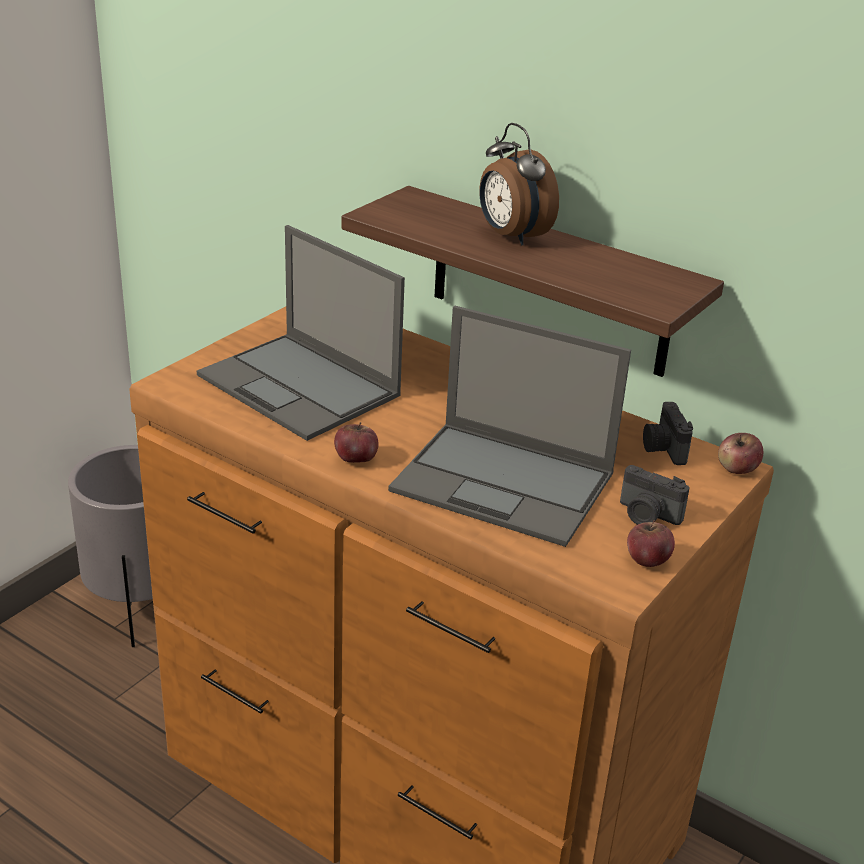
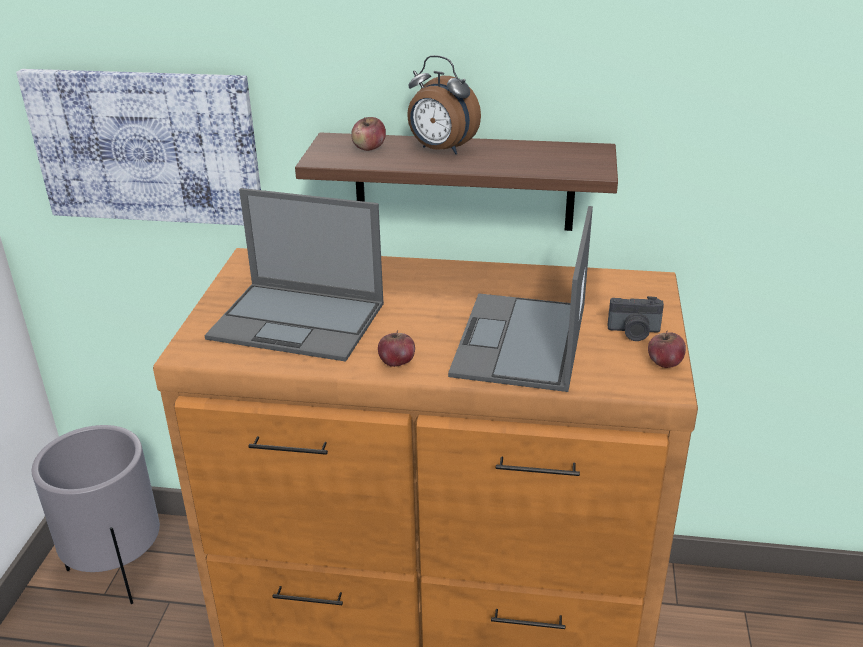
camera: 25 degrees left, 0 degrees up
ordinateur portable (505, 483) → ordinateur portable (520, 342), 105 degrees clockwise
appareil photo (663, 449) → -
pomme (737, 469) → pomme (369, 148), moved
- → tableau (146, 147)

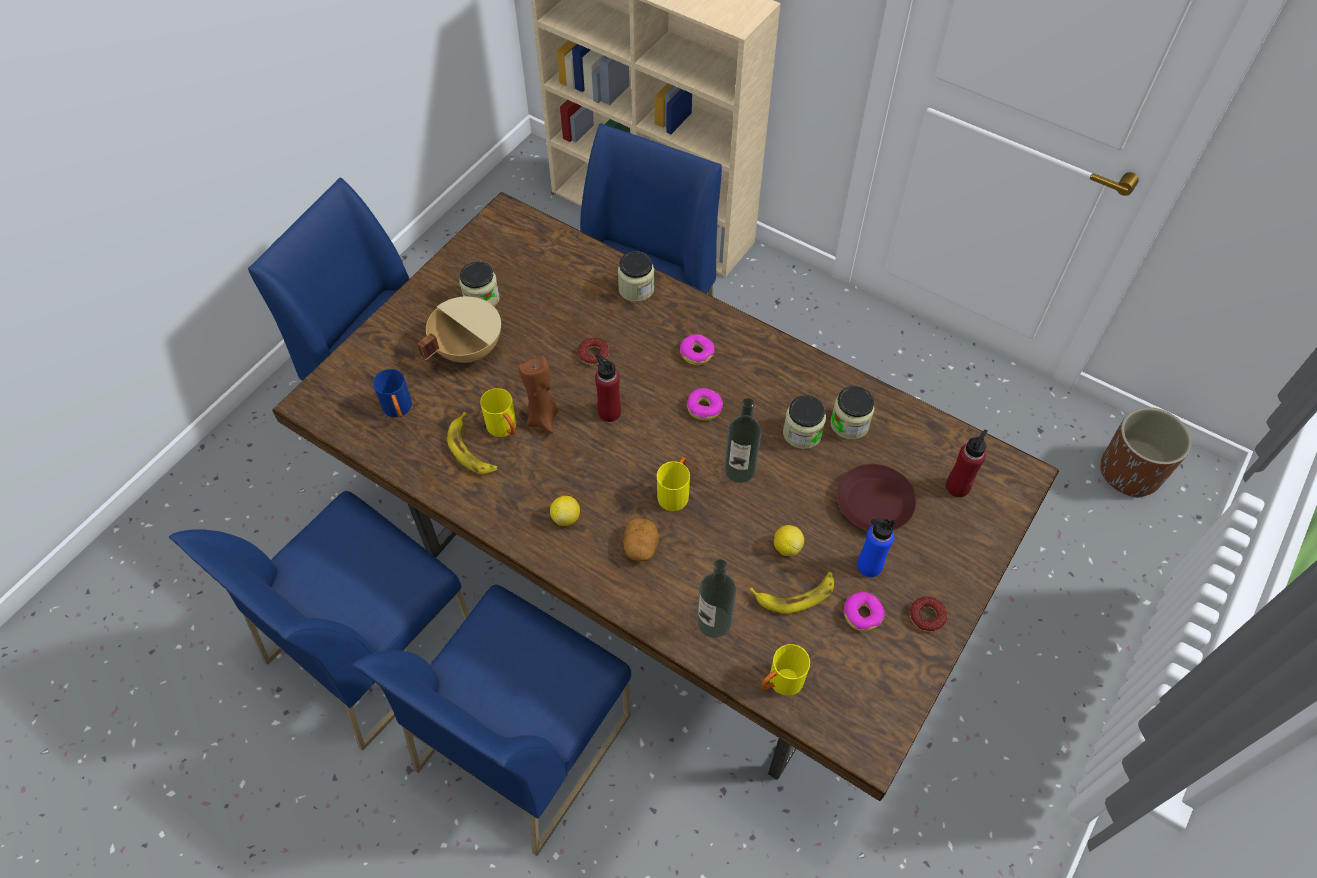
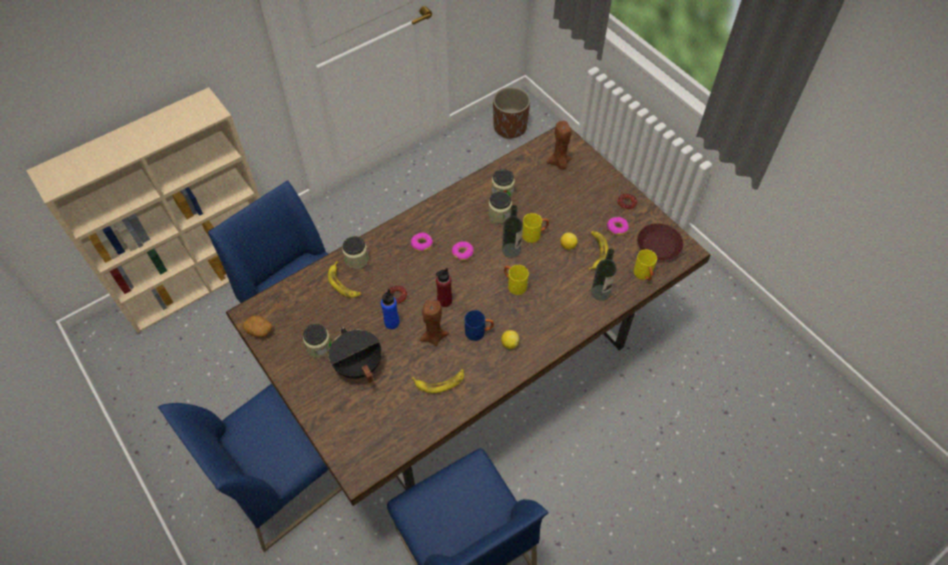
camera: 70 degrees left, 0 degrees up
chaise (bleu) (523, 739) → -
mug (bleu) (399, 410) → mug (bleu) (479, 332), moved
marmite (beige) (467, 348) → marmite (noir) (357, 365)
mug (jaune) (505, 429) → mug (jaune) (534, 235), moved
pomme de terre (641, 546) → pomme de terre (259, 330), moved
assiette (marron) (875, 502) → assiette (marron) (659, 244), moved
bouteille (bleu) (869, 565) → bouteille (bleu) (392, 322), moved
bouteille (rouge) (957, 487) → bougie (marron) (559, 163)
- → banane (343, 283)

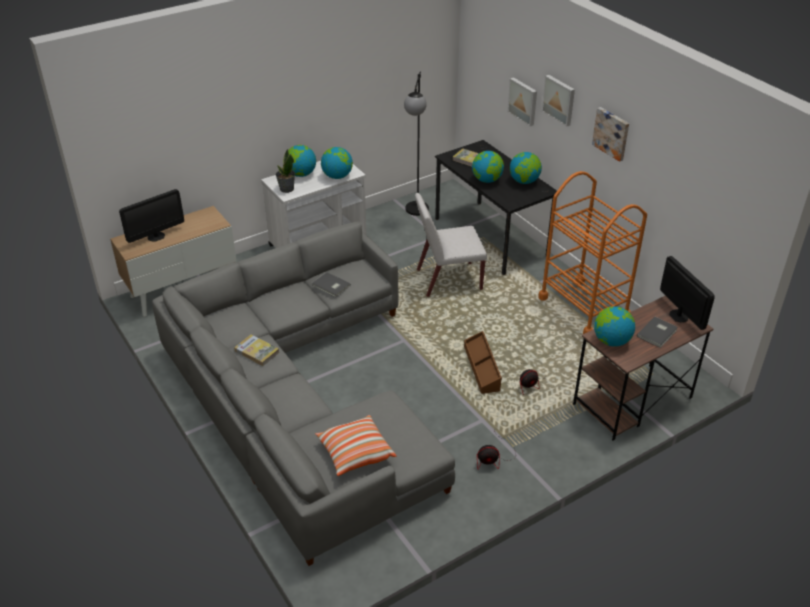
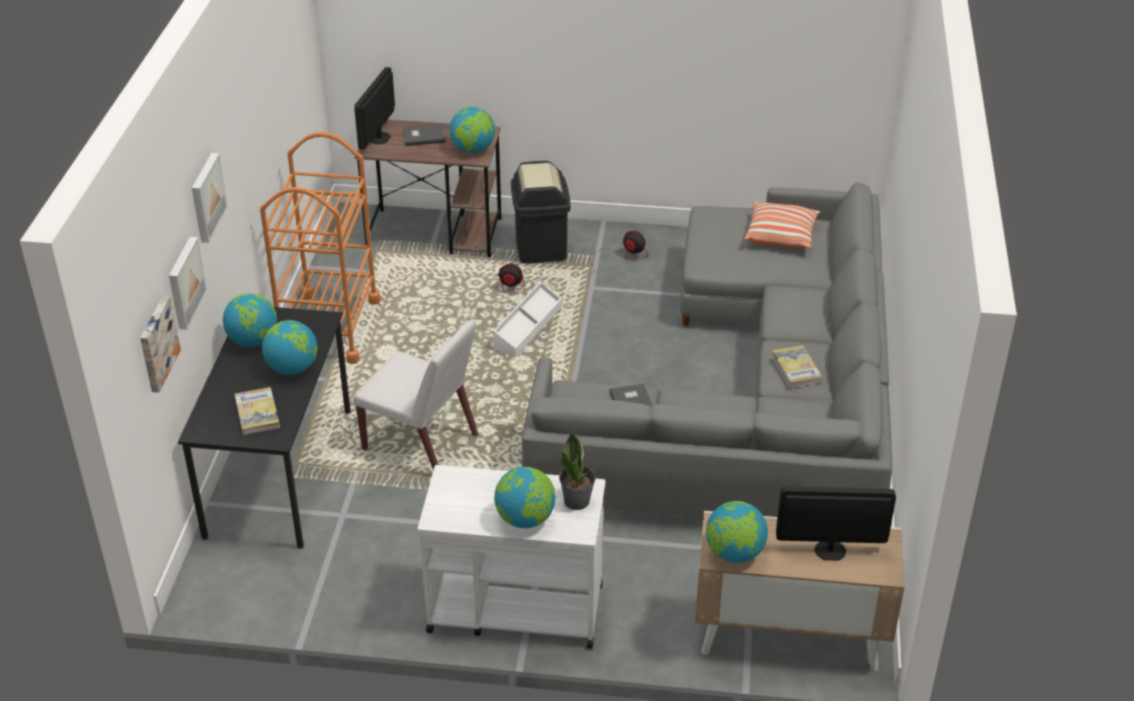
camera: 140 degrees left, 0 degrees up
globe (337, 176) → globe (734, 553), moved
lampadaire (noir) (416, 214) → -
boîte de rangement (marron) (482, 368) → boîte de rangement (blanc) (527, 328)
tableau (612, 133) → tableau (156, 343), moved
- → poubelle (noir) (540, 248)

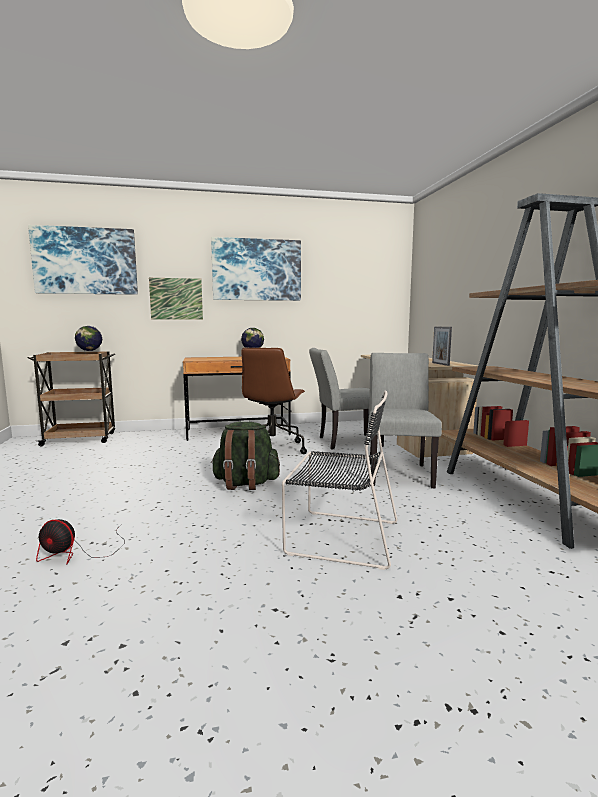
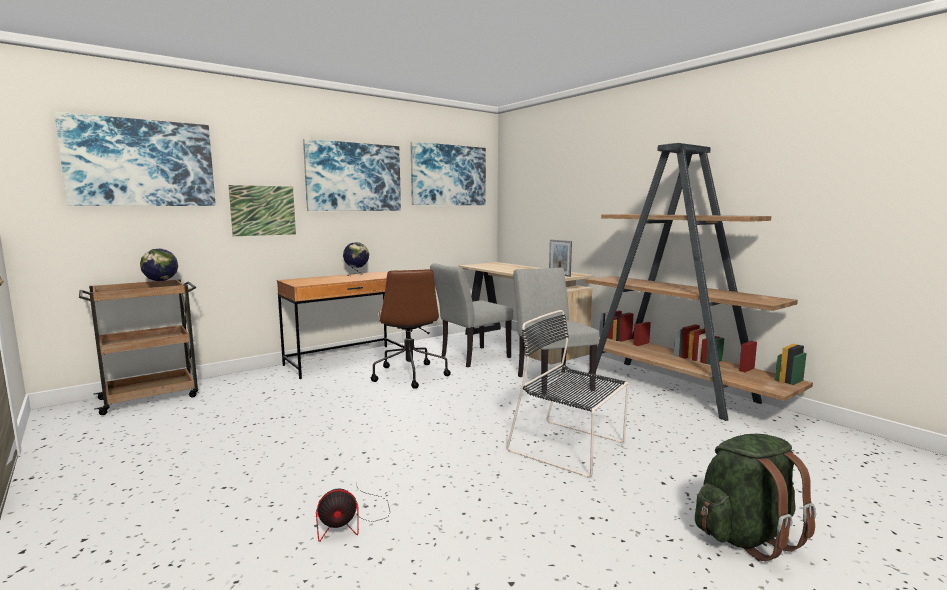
camera: 25 degrees left, 0 degrees up
sac à dos (vert) (245, 484) → sac à dos (vert) (745, 536), moved
chaise (noir) (339, 537) → chaise (noir) (570, 448), 135 degrees counterclockwise
- → tableau (448, 175)

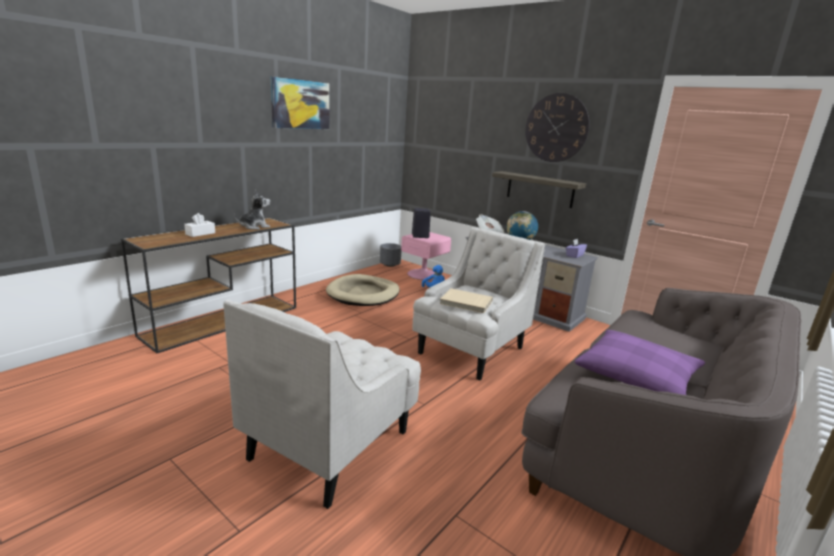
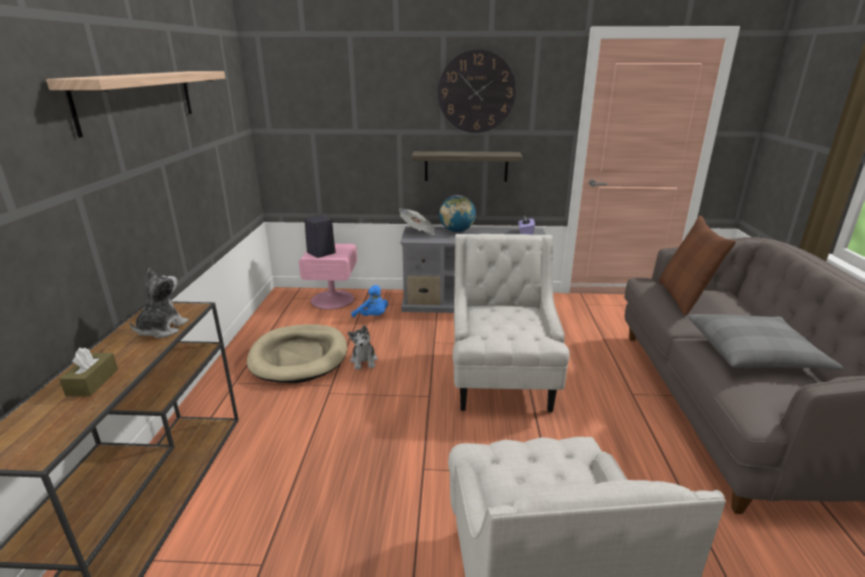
camera: 35 degrees left, 5 degrees up
boîte à mouchoirs (blanc) (200, 233) → boîte à mouchoirs (marron) (92, 382)
tableau (300, 104) → étagère (138, 99)
cache-pot (gris) (390, 265) → -
livre (beige) (466, 303) → -
coussin (violet) (637, 376) → coussin (gris) (754, 353)
- → peluche (364, 361)
- → coussin (marron) (683, 298)

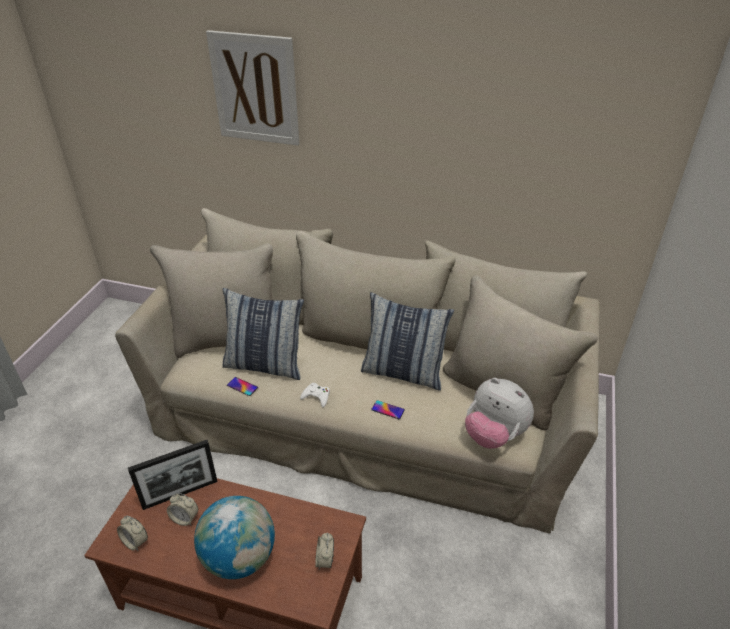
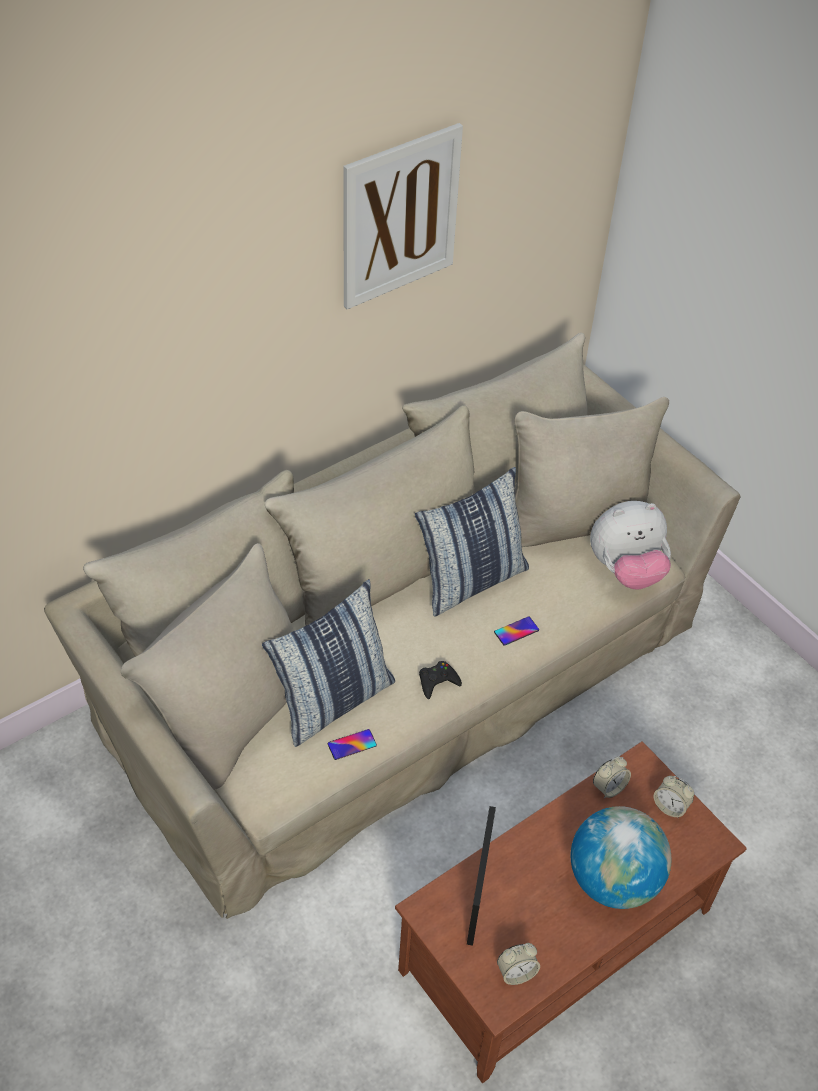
camera: 55 degrees left, 10 degrees up
réveil (185, 518) → réveil (609, 787), moved
tableau (255, 89) → tableau (399, 217), moved
manette (blanc) (316, 396) → manette (noir) (437, 682)

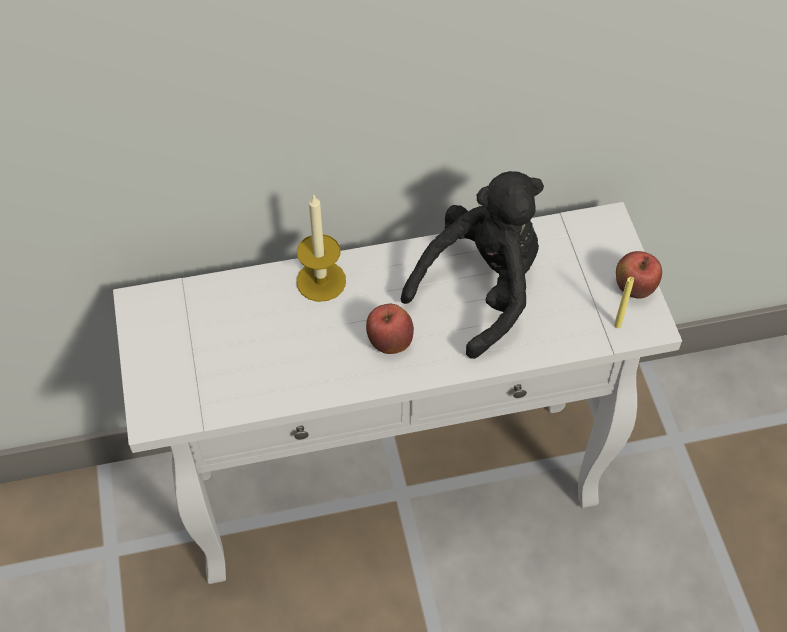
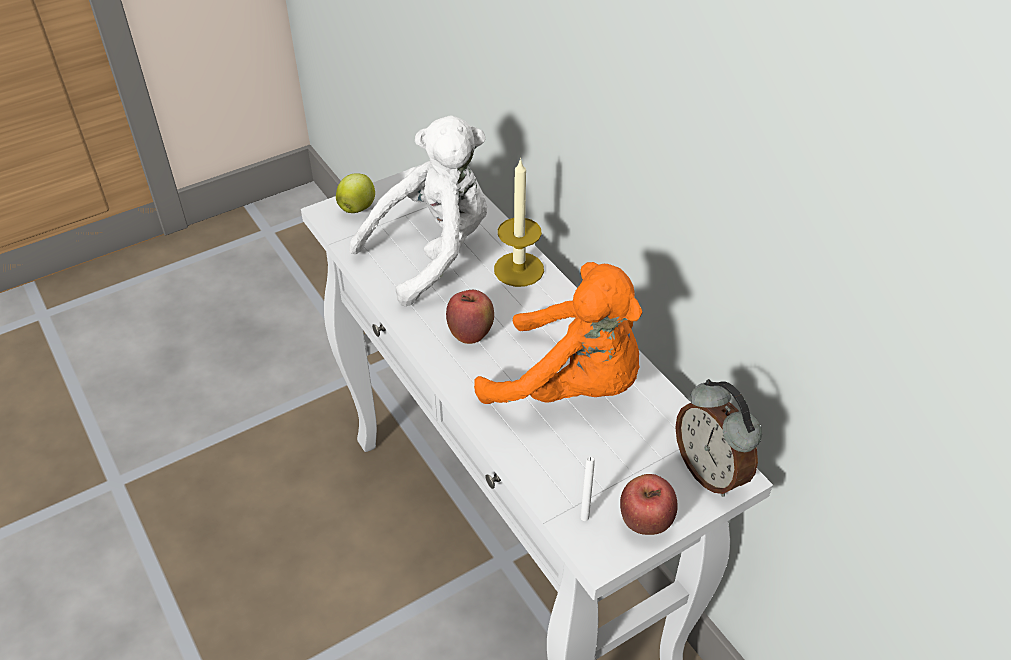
camera: 70 degrees right, 10 degrees down
peluche (noir) (481, 289) → peluche (orange) (571, 386)
bougie (jaune) (617, 325) → bougie (blanc) (584, 517)
- → pomme (357, 208)
- → peluche (blanc) (433, 252)
- → réveil (710, 471)

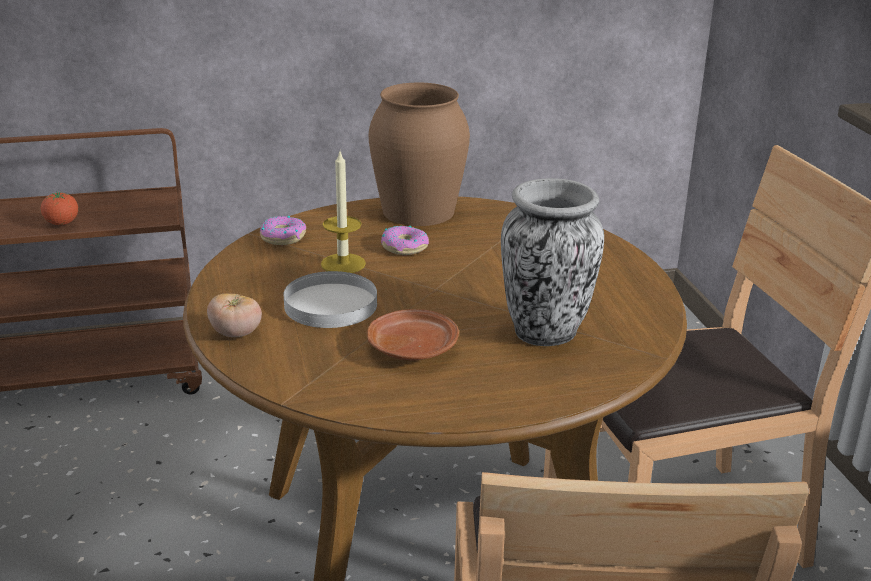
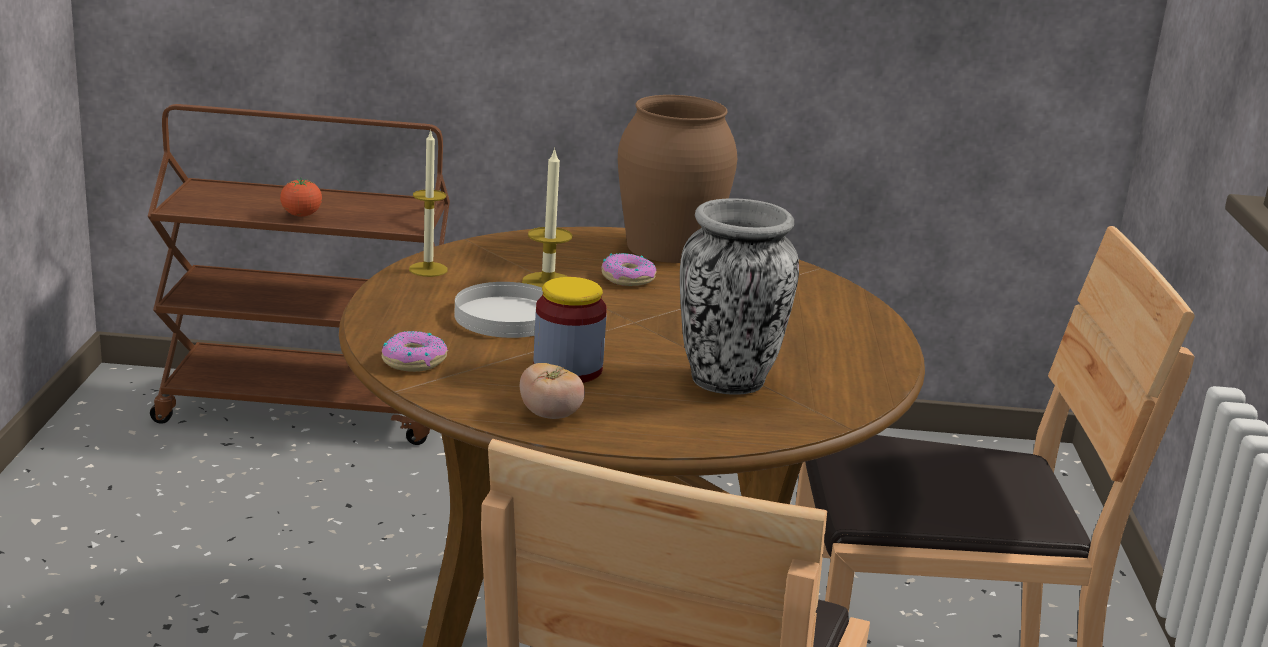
camera: 15 degrees right, 5 degrees down
tomate (236, 334) → tomate (550, 415), moved
beignet (283, 237) → beignet (413, 361), moved
assiette (marron) (412, 348) → bocal (567, 369)
- → bougie (428, 269)

